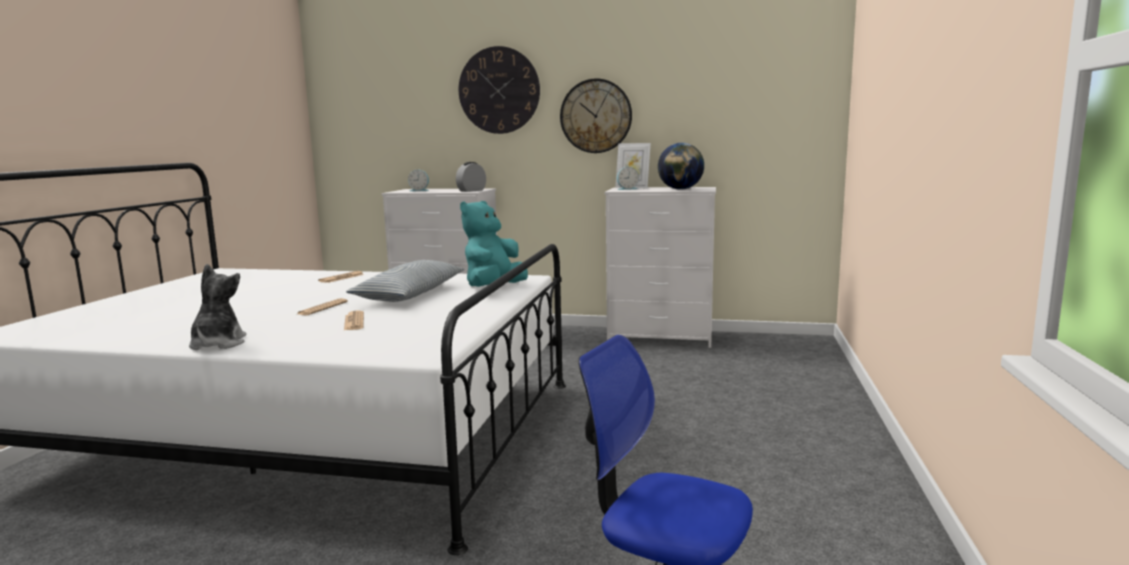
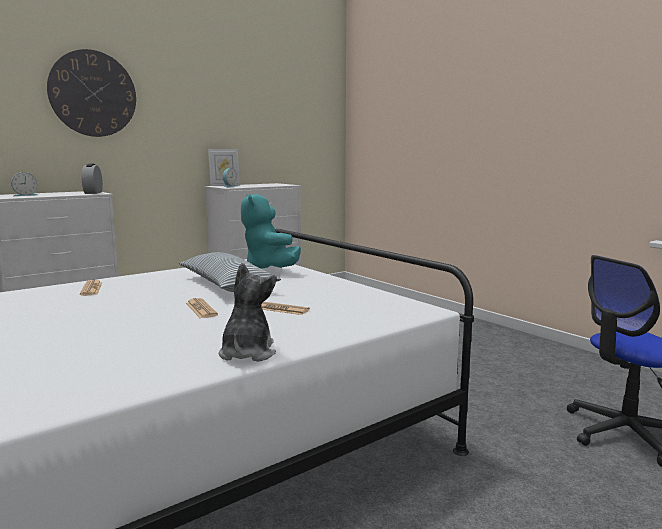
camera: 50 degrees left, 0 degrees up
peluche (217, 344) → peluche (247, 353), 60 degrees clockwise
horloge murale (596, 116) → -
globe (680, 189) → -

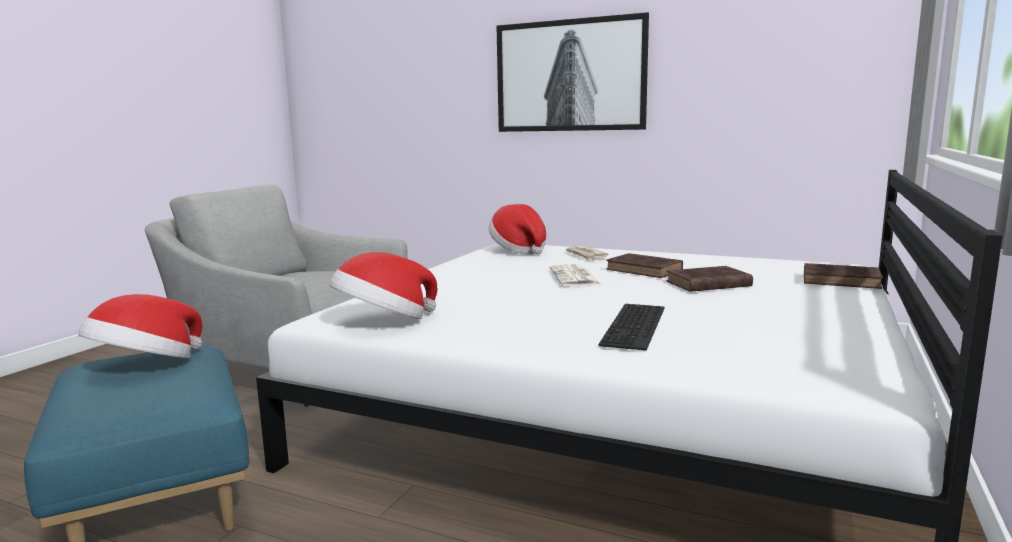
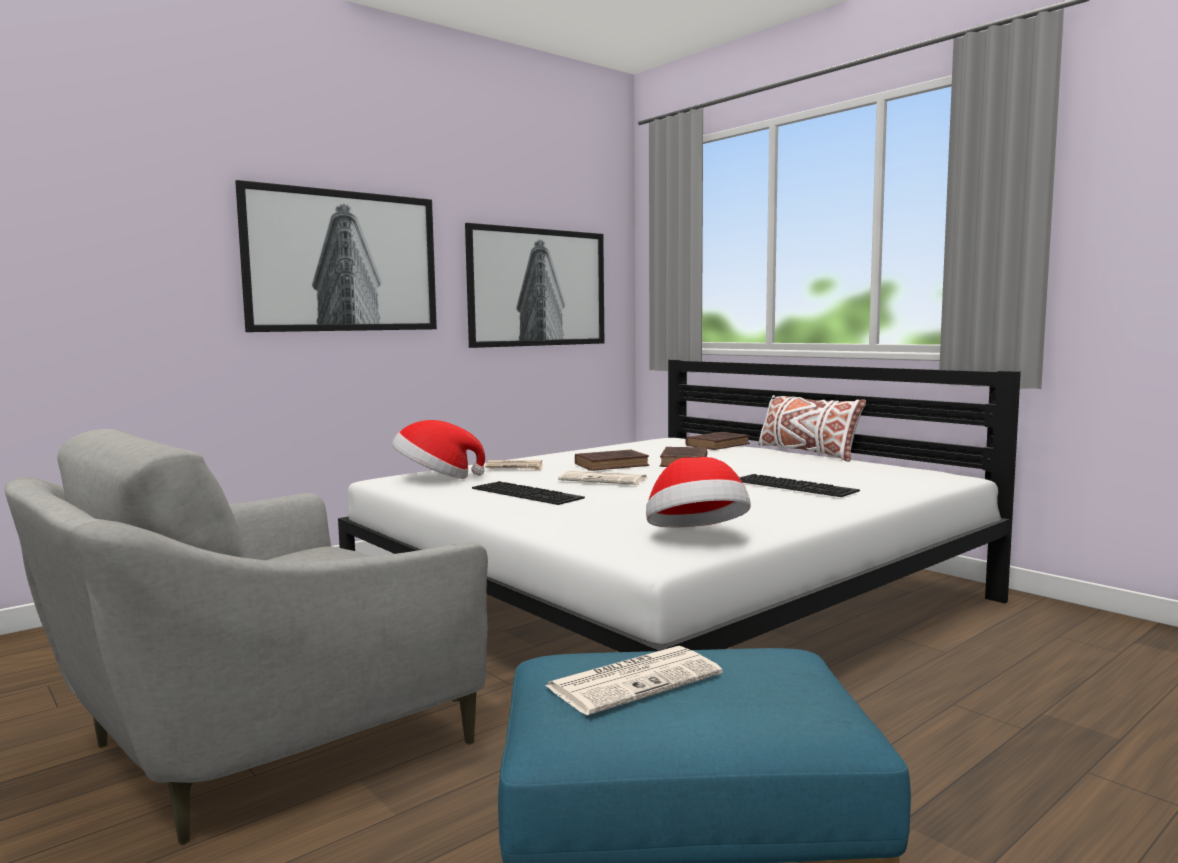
camera: 65 degrees left, 5 degrees down
chapeau (146, 366) → journal (635, 680)
- → tableau (538, 287)
- → clavier (529, 493)
- → coussin (blanc) (807, 452)

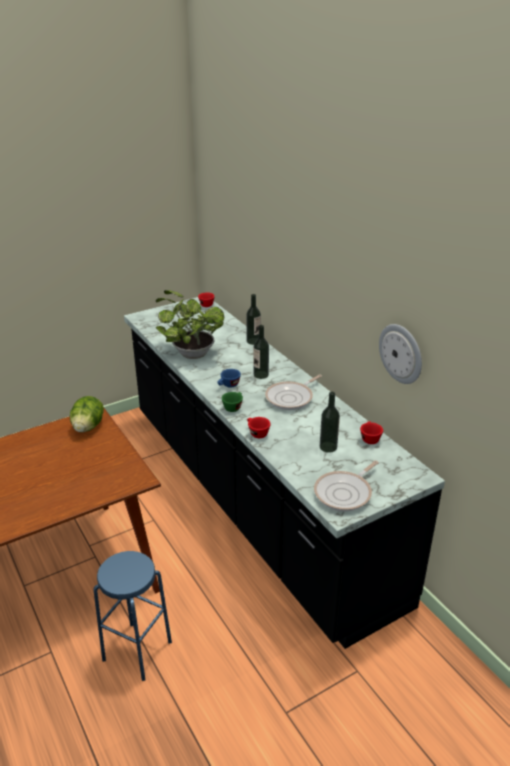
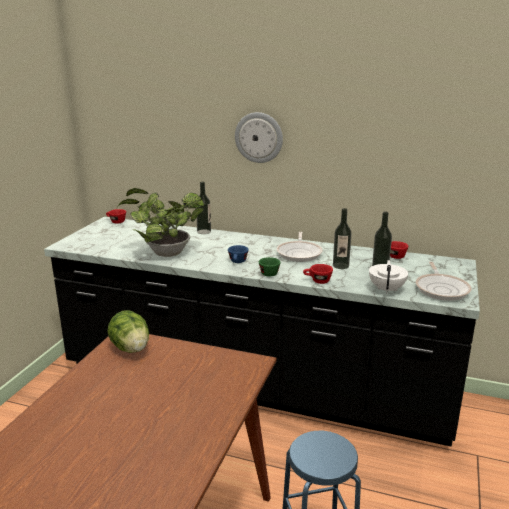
camera: 40 degrees left, 10 degrees down
bouteille (261, 375) → bouteille (340, 266), moved
horloge murale (401, 353) → horloge murale (259, 137), moved
- → théière (blanc) (387, 289)

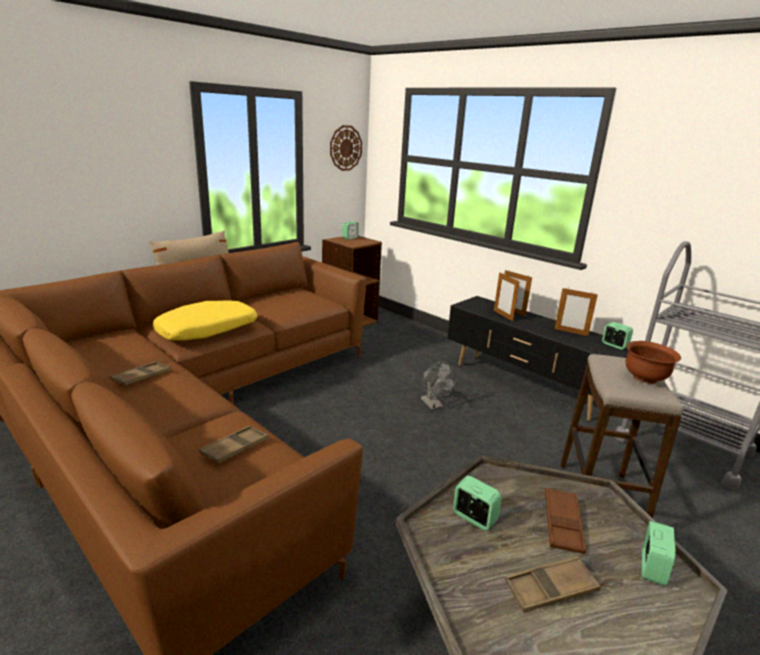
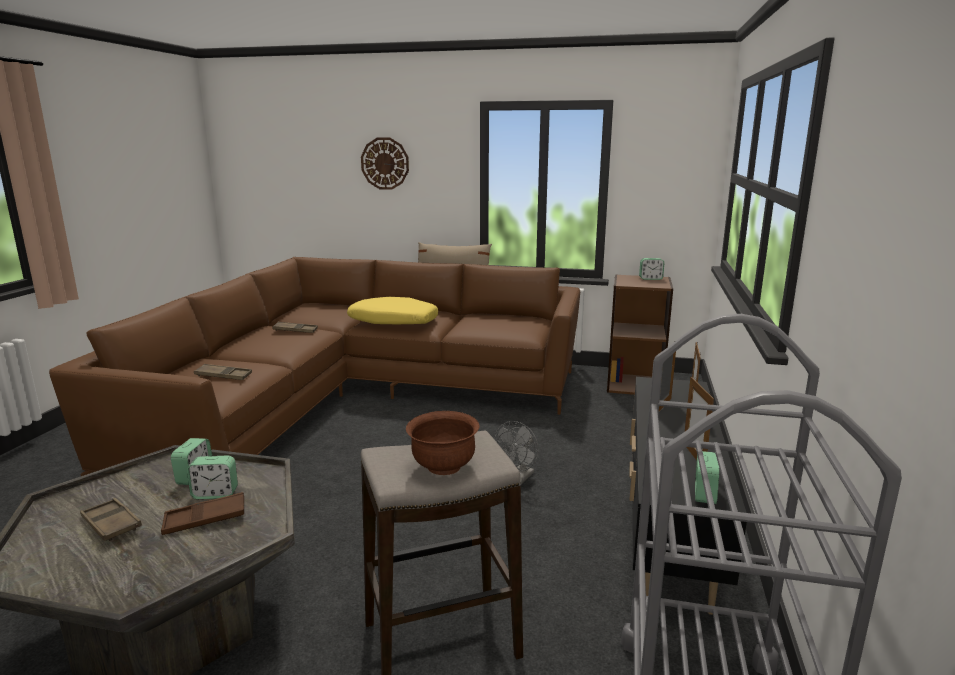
camera: 60 degrees right, 5 degrees down
horloge murale (345, 148) → horloge murale (385, 163), moved
réveil (652, 568) → réveil (215, 494), moved

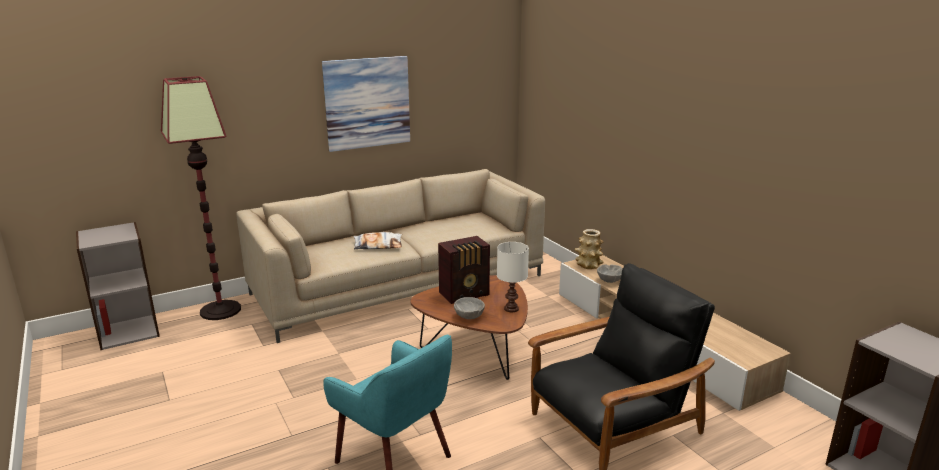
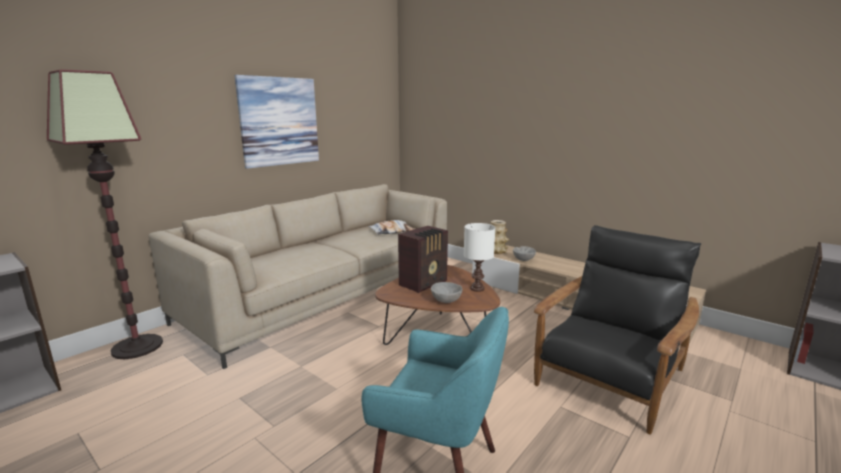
camera: 20 degrees left, 5 degrees down
coussin (378, 245) → coussin (391, 231), moved

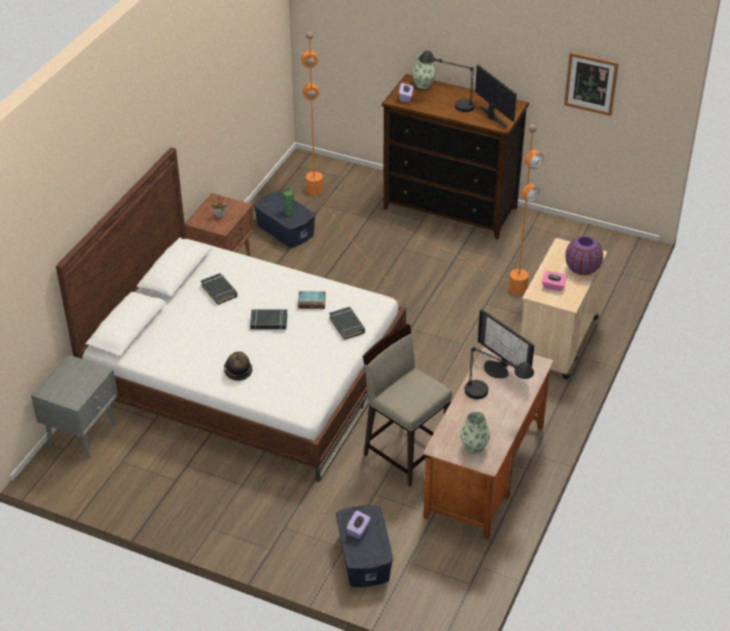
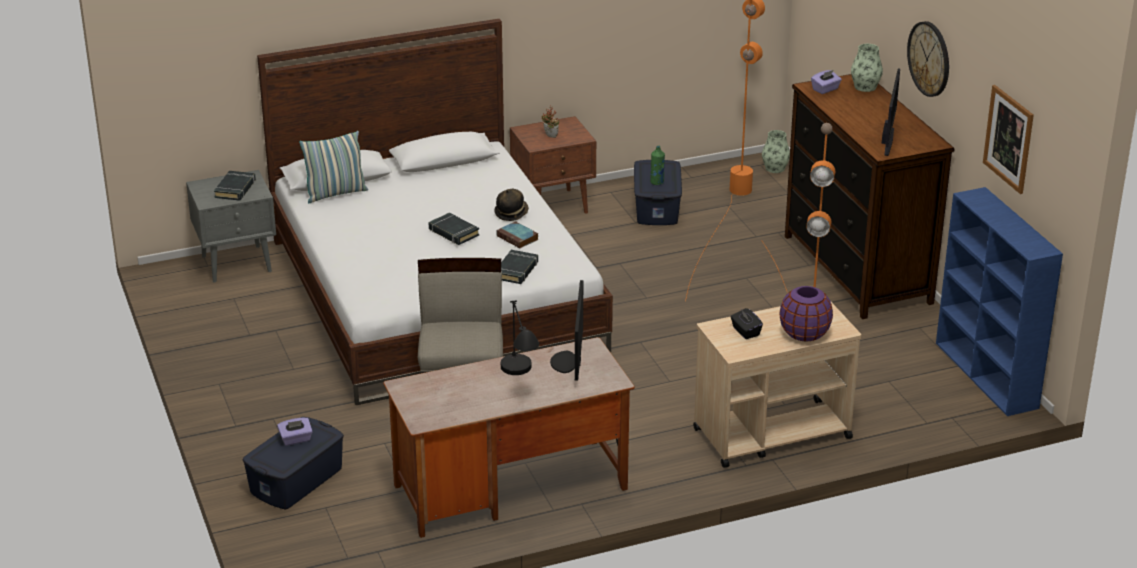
camera: 45 degrees right, 10 degrees down
livre (noir) (219, 291) → livre (noir) (235, 189), moved
chapeau (238, 371) → chapeau (511, 213), moved
lampe de table (noir) (448, 102) → -
vase (474, 446) → vase (775, 168), moved
boîte à mouchoirs (rose) (553, 286) → boîte à mouchoirs (noir) (745, 332)
- → coussin (335, 194)
- → horloge murale (929, 58)
- → bibliothèque (bleu) (987, 376)

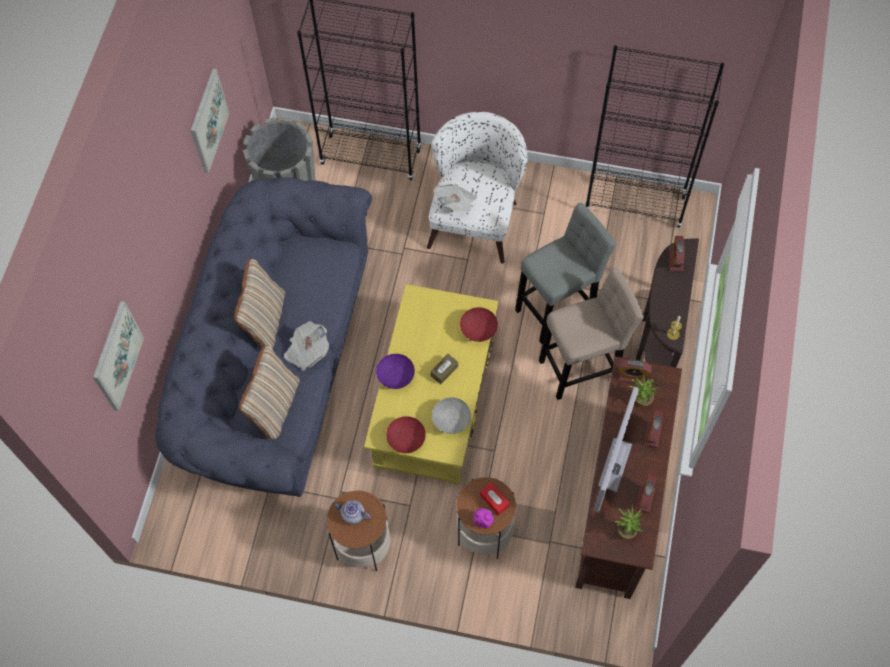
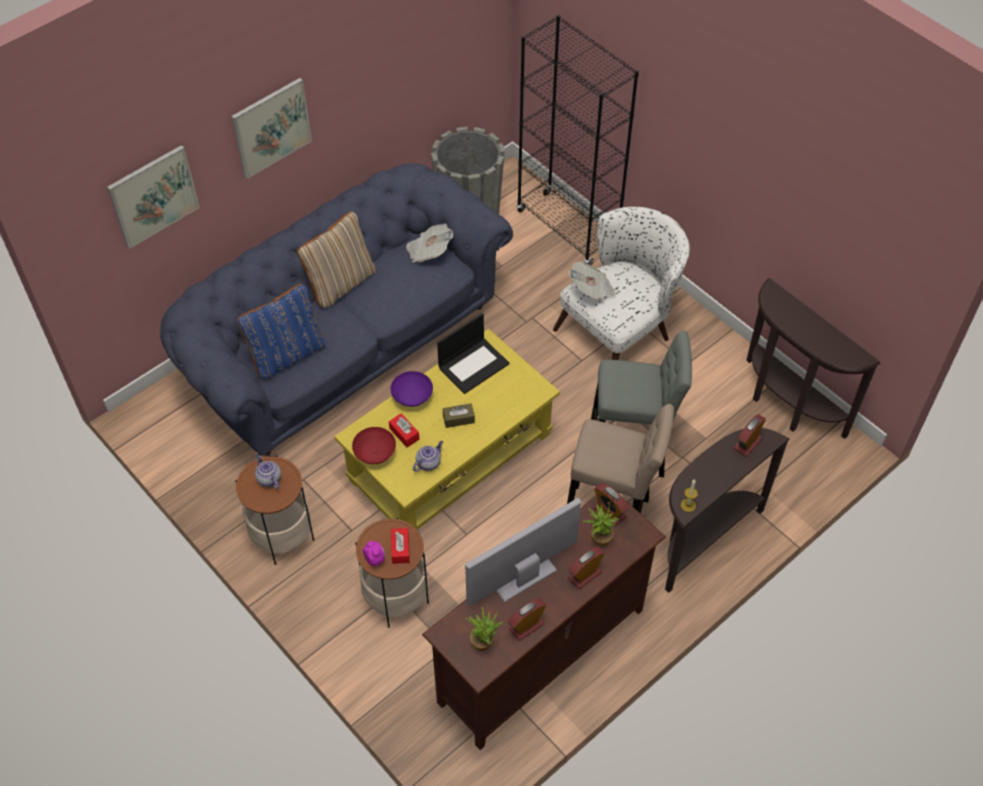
camera: 35 degrees right, 10 degrees down
tableau (208, 121) → tableau (271, 127), moved
coussin (beige) (274, 406) → coussin (bleu) (287, 354)
journal (307, 351) → journal (429, 251), moved
bol (gris) (451, 420) → théière (428, 463)
bol (rouge) (478, 329) → -
bibliothèque (noir) (635, 203) → table console (marron) (786, 405)
- → boîte à mouchoirs (rouge) (404, 434)
- → ordinateur portable (473, 365)

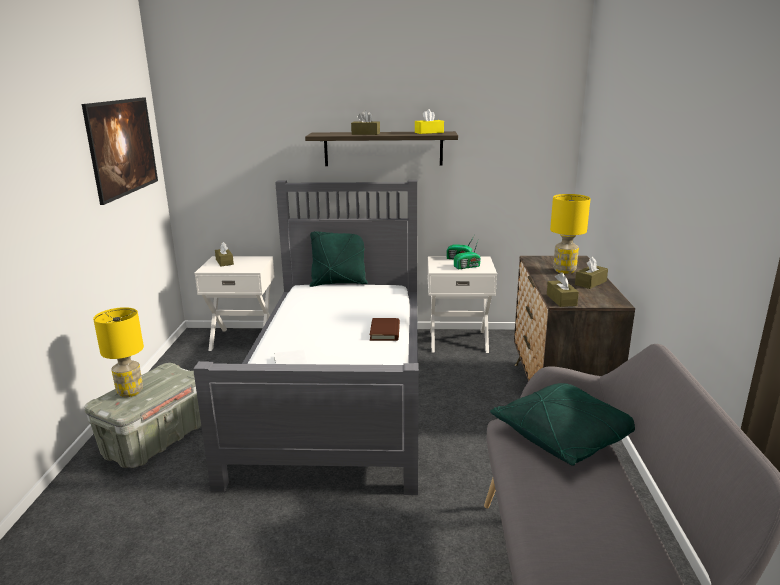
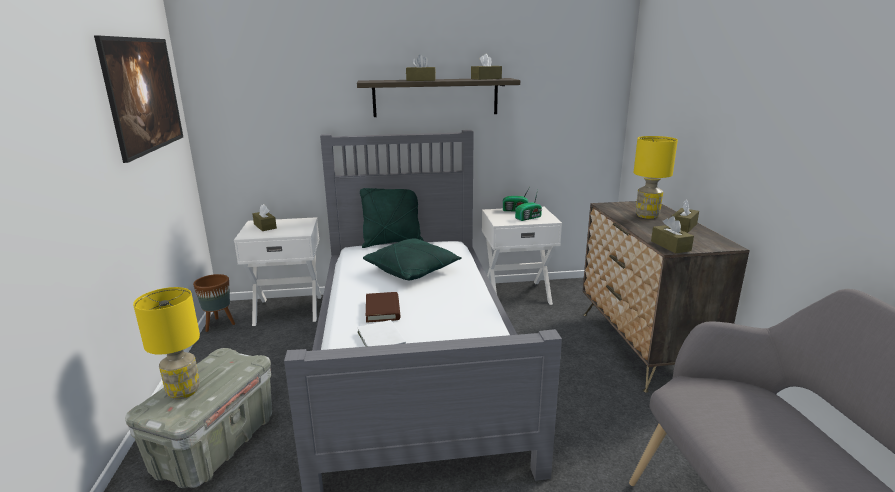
camera: 10 degrees left, 0 degrees up
livre (marron) (385, 332) → livre (marron) (383, 310), moved
boîte à mouchoirs (jaune) (429, 132) → boîte à mouchoirs (marron) (486, 78)
coussin (vert) (564, 436) → coussin (vert) (413, 270), moved
- → cache-pot (marron) (219, 324)

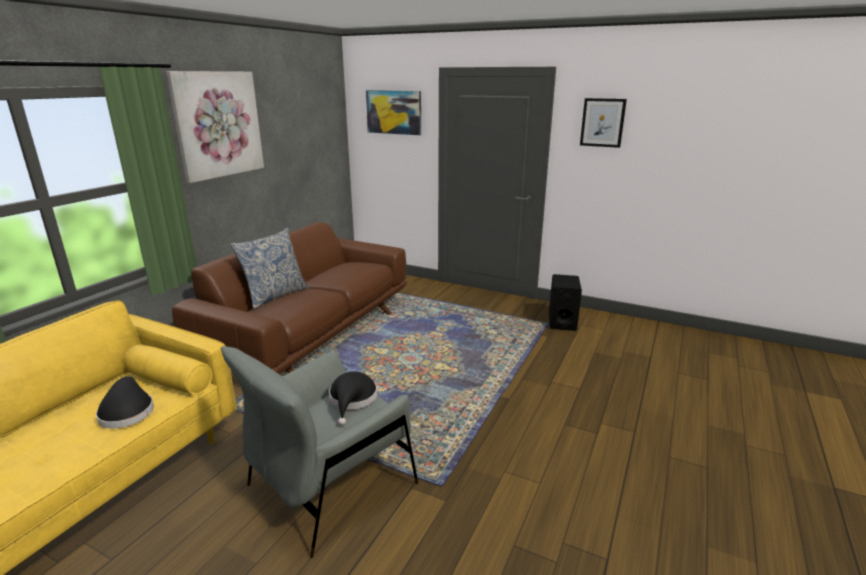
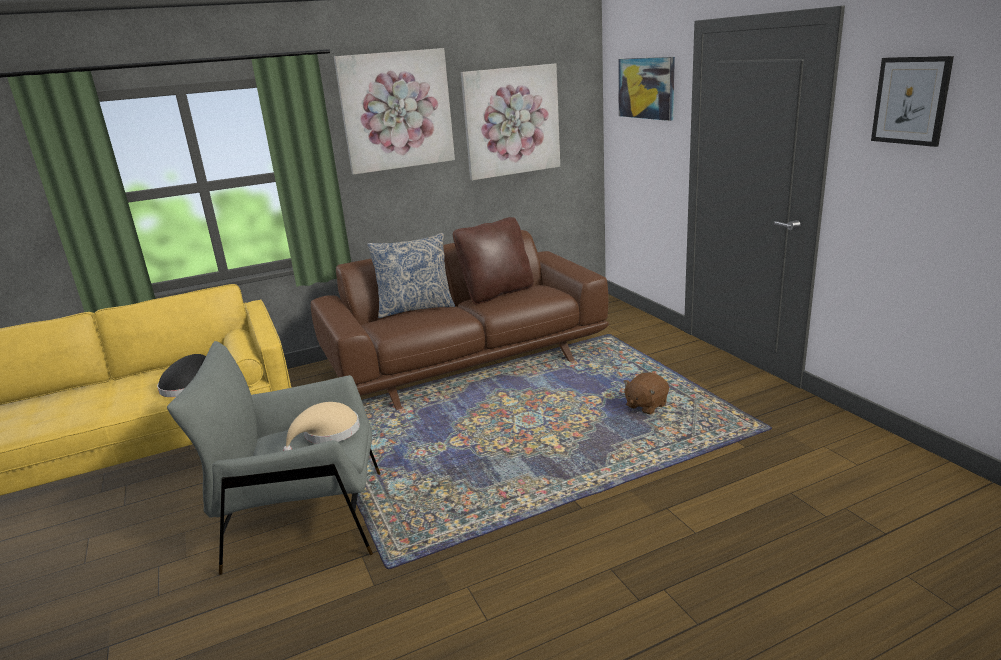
camera: 40 degrees right, 0 degrees up
chapeau (noir) (352, 400) → chapeau (beige) (328, 434)
enceinte (noir) (562, 322) → -
- → coussin (marron) (497, 293)
- → tableau (511, 121)
- → peluche (marron) (645, 405)

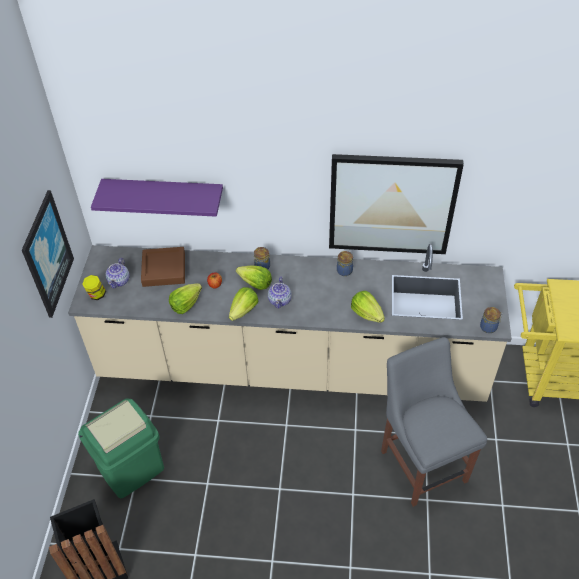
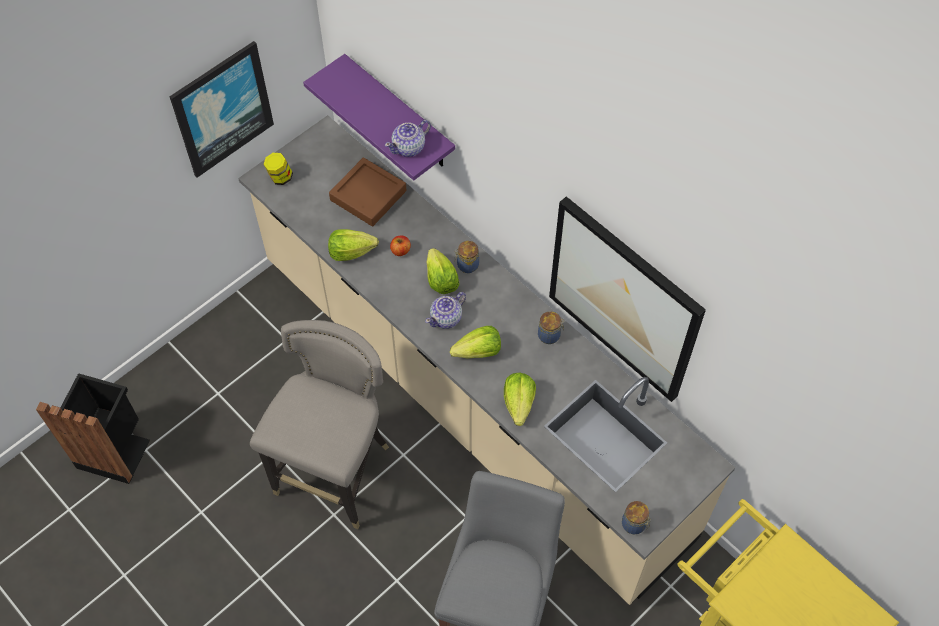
camera: 40 degrees right, 10 degrees up
poubelle (vert) (131, 468) → -
théière (119, 281) → théière (409, 147), moved
laitue (244, 311) → laitue (478, 352), moved
- → tabouret (gris) (336, 472)

